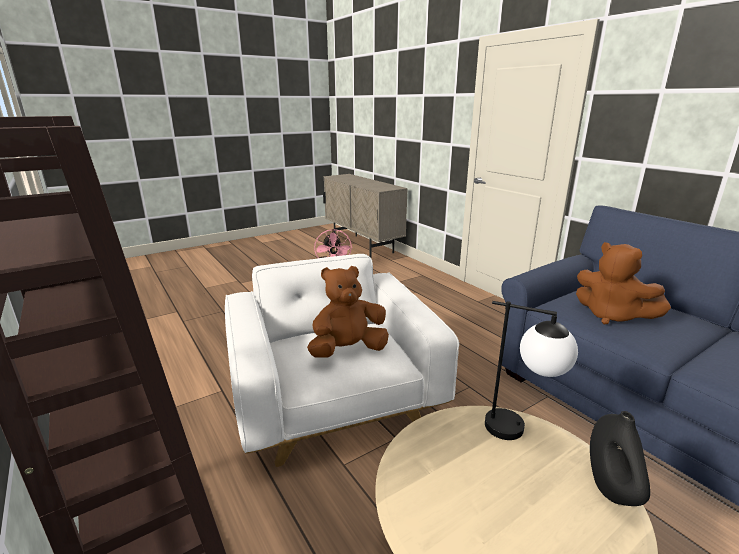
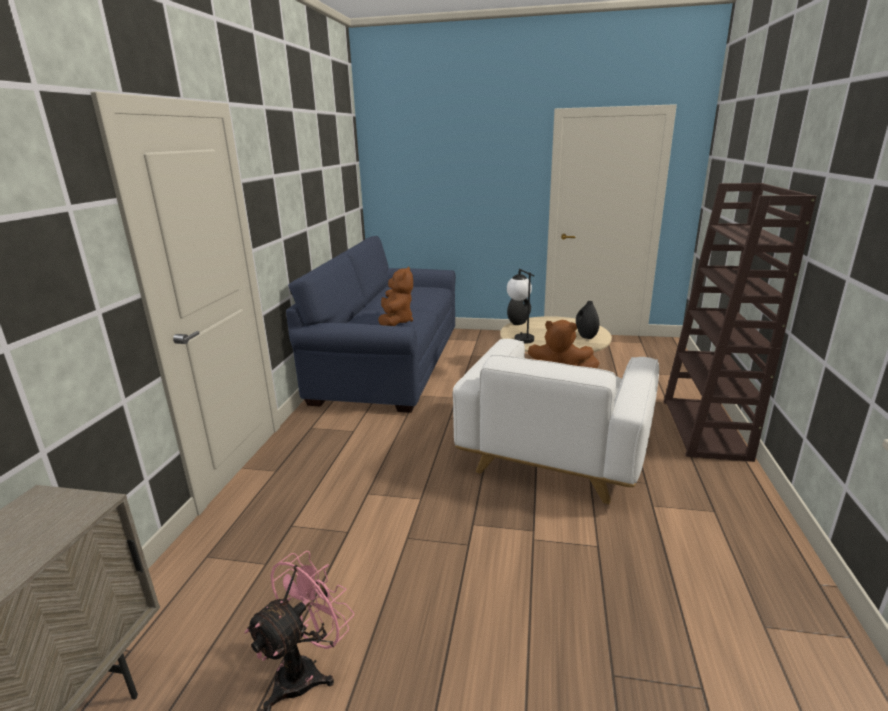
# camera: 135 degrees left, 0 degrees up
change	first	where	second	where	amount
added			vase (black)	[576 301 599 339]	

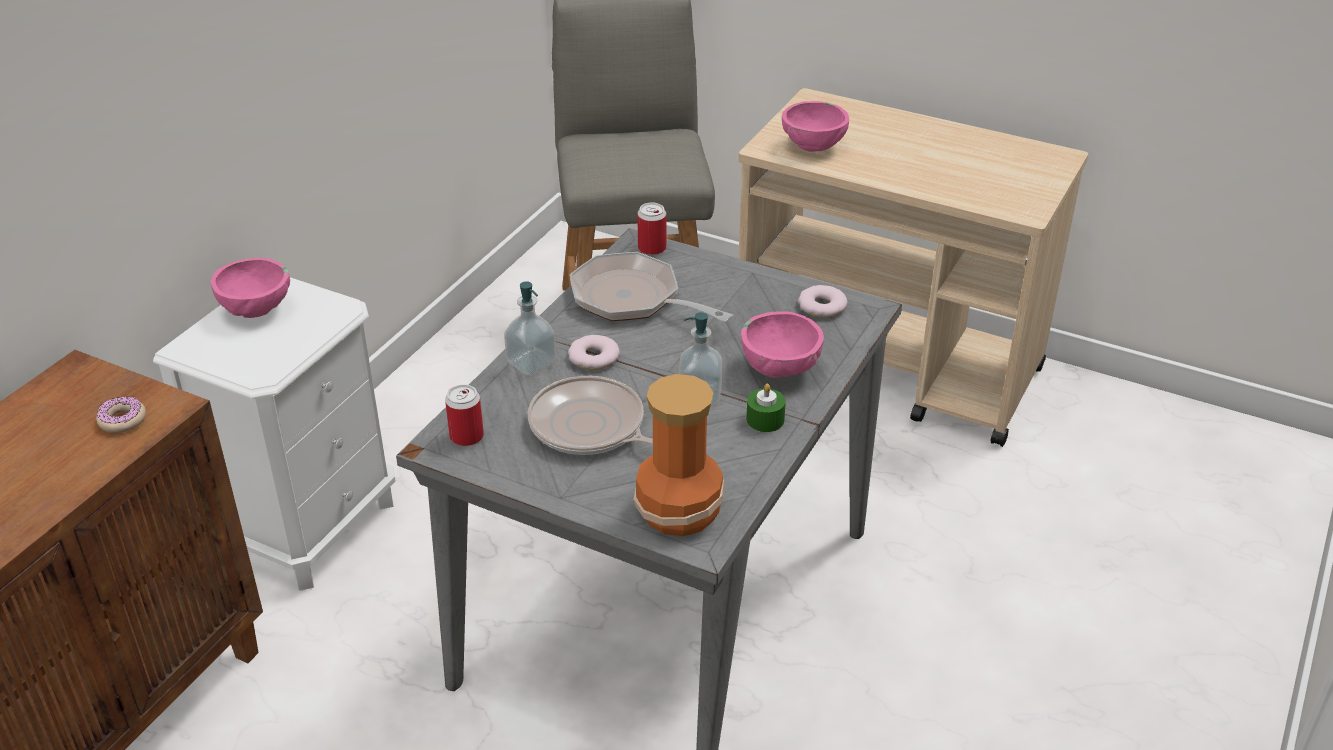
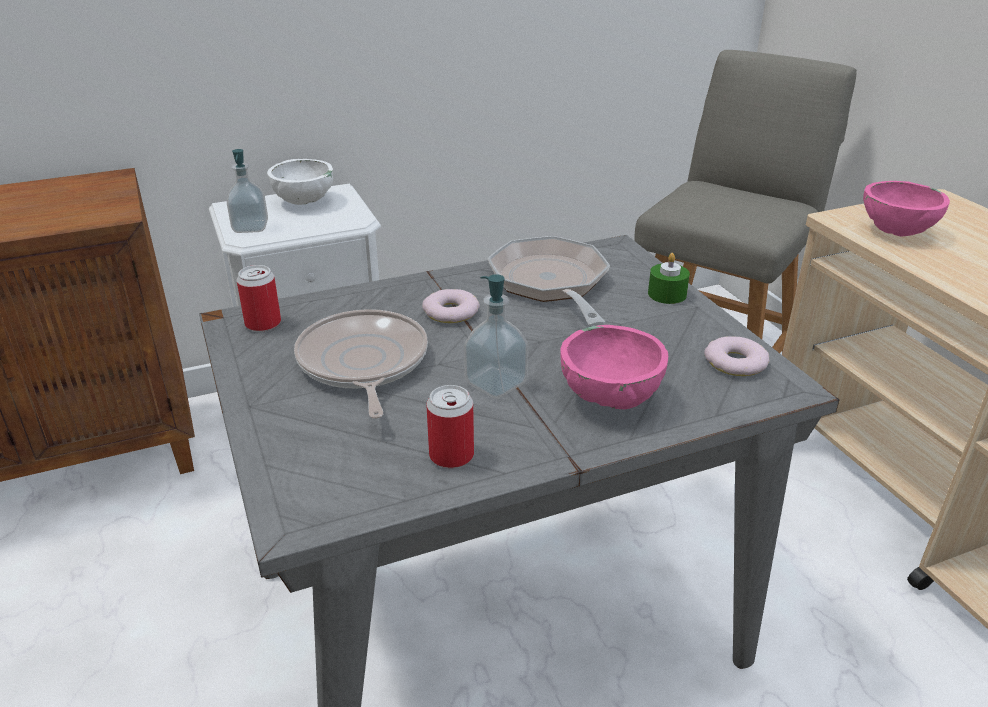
# camera: 40 degrees right, 5 degrees down
change	first	where	second	where	amount
removed	donut	[96 396 146 433]			
removed	vase	[634 374 725 536]			
moved	soap dispenser	[504 281 556 376]		[227 149 268 233]	
moved	can	[637 202 666 255]		[426 385 474 468]	
moved	candle (green)	[746 384 786 432]		[648 253 690 304]	
recoloured	bowl (pink)	[210 258 290 318]	bowl (white)	[267 159 333 205]	

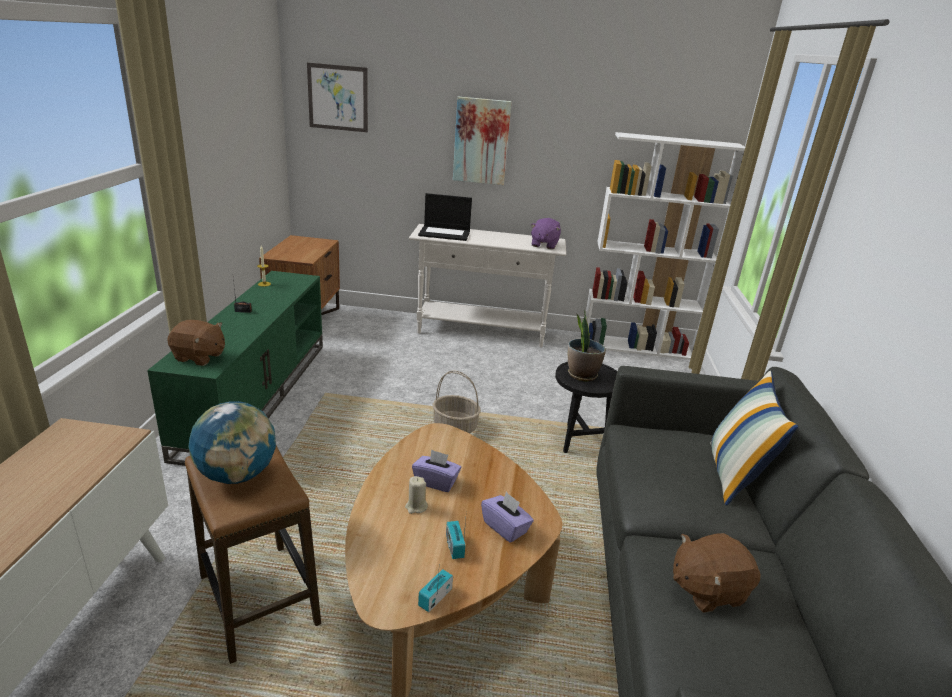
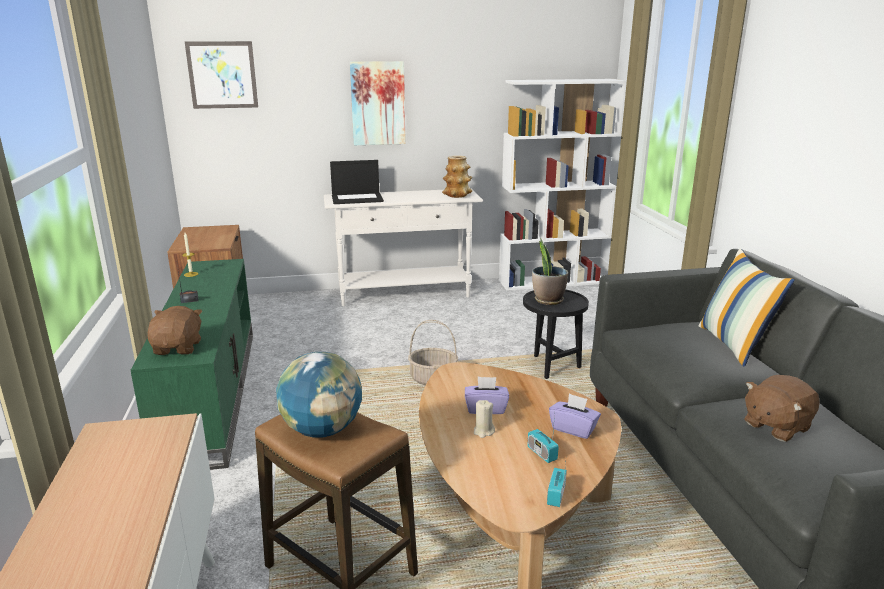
# camera: 15 degrees left, 5 degrees down
change	first	where	second	where	amount
replaced	plush toy (purple)	[531 218 561 249]	vase	[442 155 472 198]	
turned	plush toy (brown)	[167 320 225 366]		[148 306 202 355]	90 degrees counterclockwise

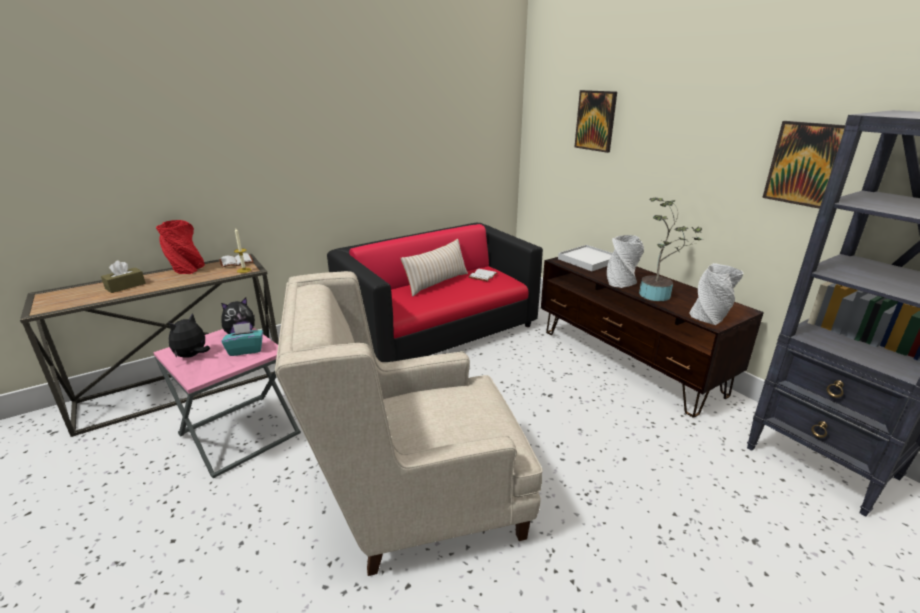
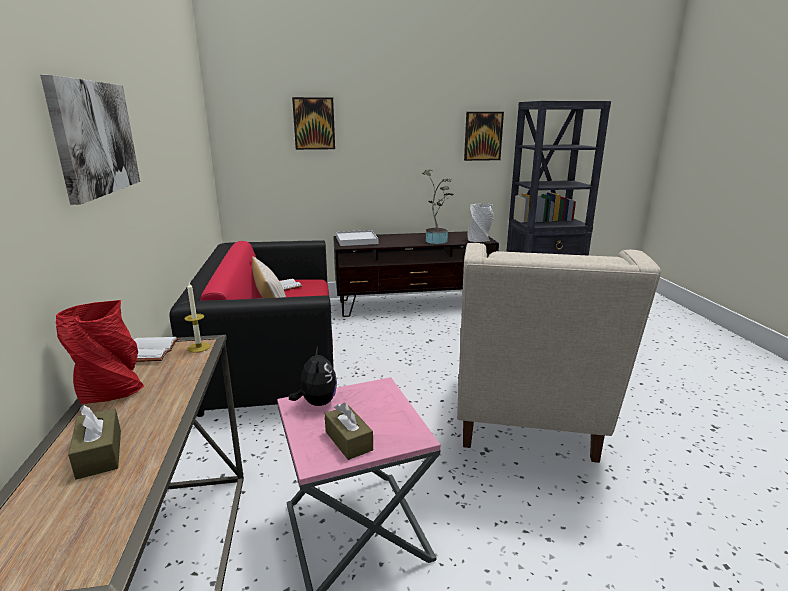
# camera: 65 degrees left, 5 degrees down
change	first	where	second	where	amount
removed	tissue box (turquoise)	[222 323 263 356]			
removed	vase (grey)	[607 235 644 288]			
added			picture	[40 75 140 205]	
replaced	plush toy	[168 313 210 358]	tissue box (brown)	[325 403 373 460]	

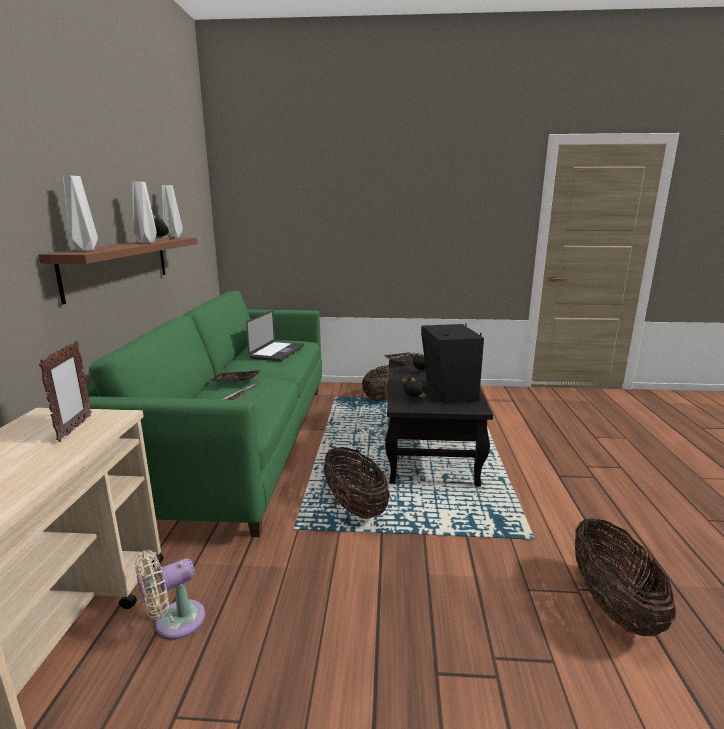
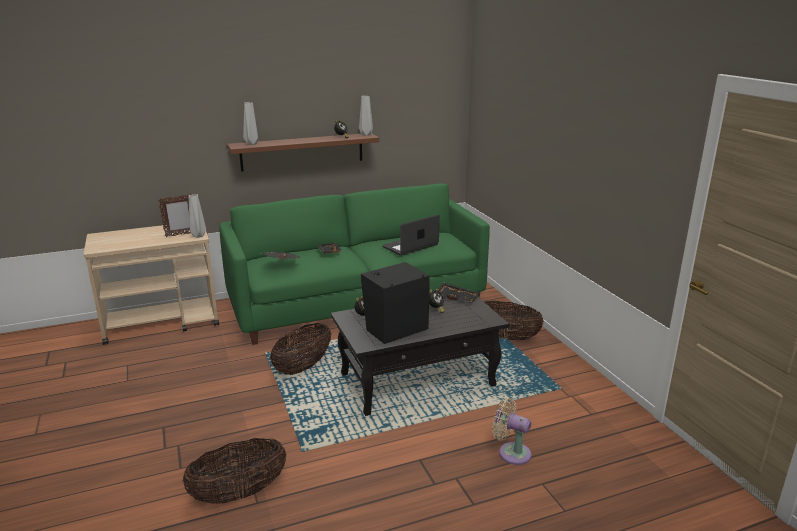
# camera: 65 degrees right, 5 degrees up
change	first	where	second	where	amount
moved	vase (grey)	[132 182 157 243]		[189 194 206 238]	
moved	fan (beige)	[135 550 205 640]		[492 398 531 465]	
turned	laptop	[246 310 304 361]		[383 214 440 256]	150 degrees clockwise

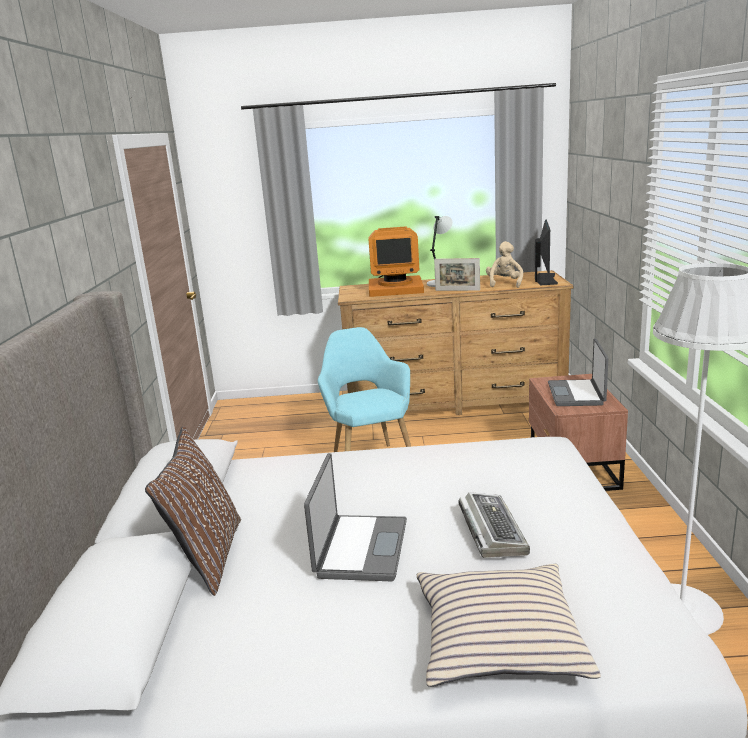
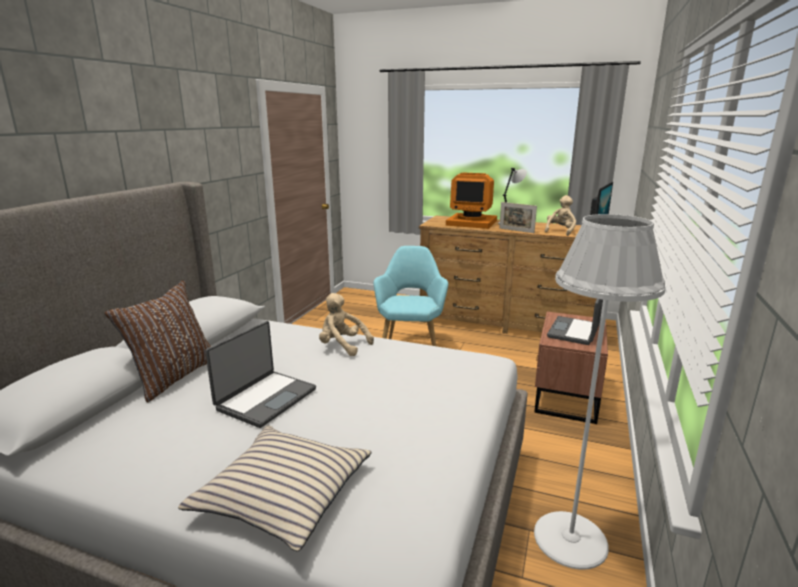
# camera: 20 degrees right, 0 degrees up
change	first	where	second	where	amount
removed	keyboard	[458 492 530 558]			
added			plush toy (beige)	[319 293 374 356]	

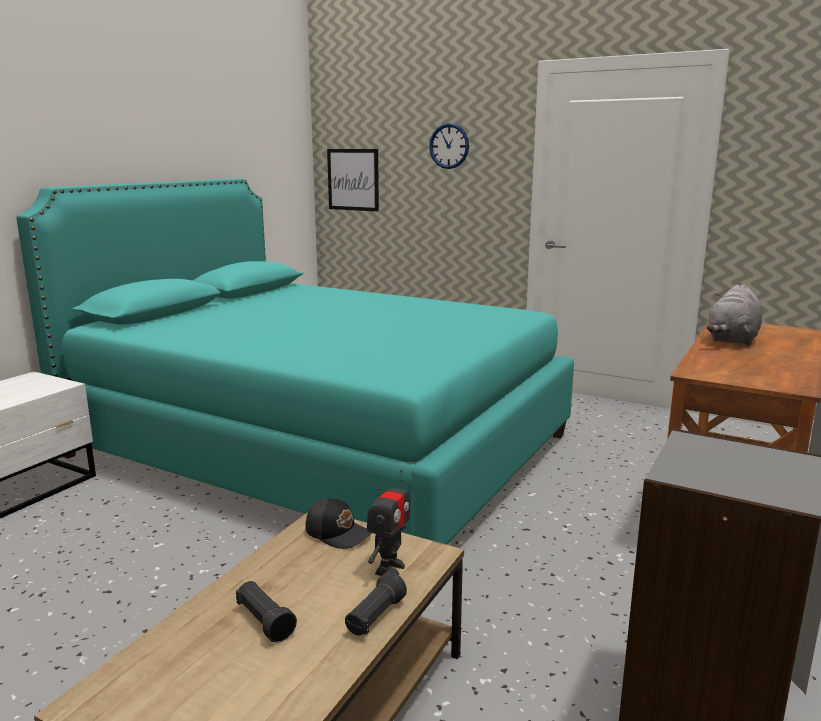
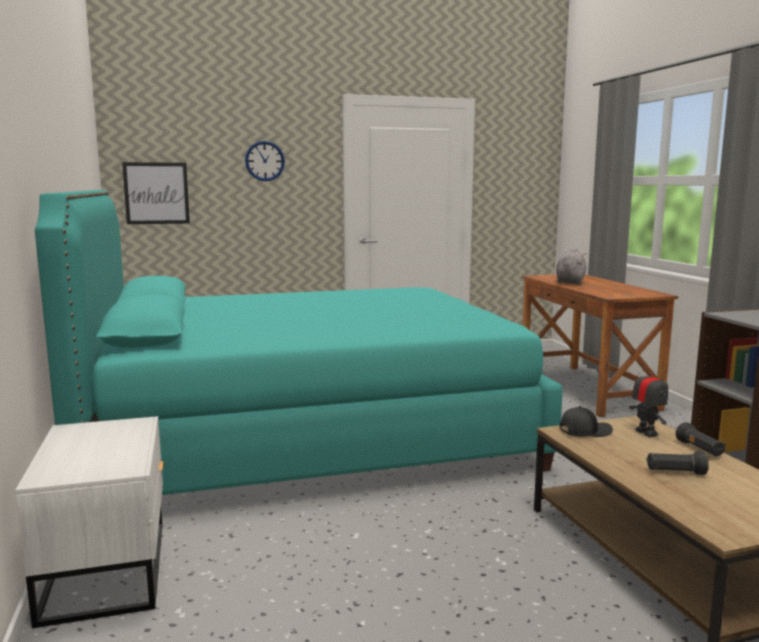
# camera: 45 degrees left, 5 degrees down
change	first	where	second	where	amount
turned	plush toy (grey)	[707 284 762 346]		[556 248 587 285]	150 degrees counterclockwise

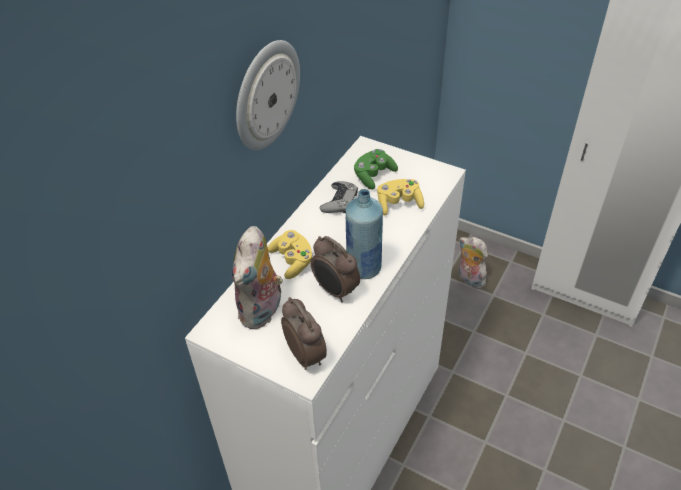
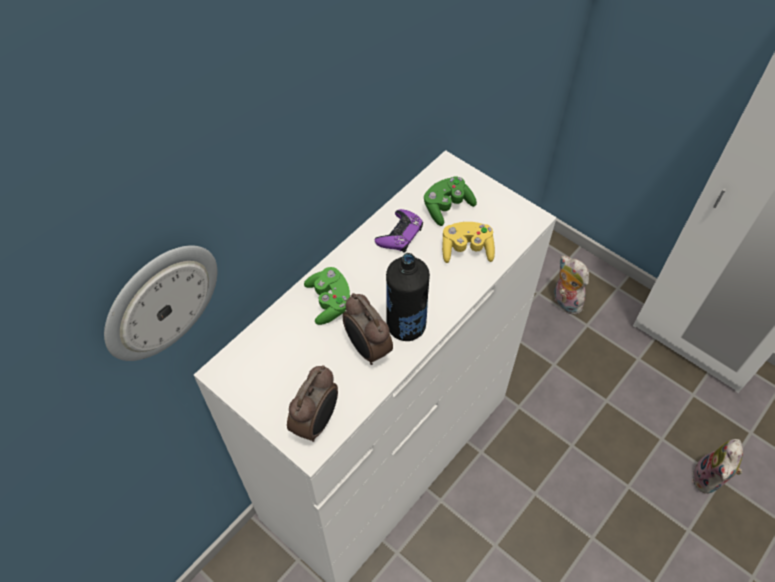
# camera: 10 degrees right, 10 degrees up
change	first	where	second	where	amount
moved	plush toy	[232 226 283 329]		[692 439 743 494]	
moved	wall clock	[236 40 300 150]		[104 245 217 361]	
recoloured	game controller (yellow)	[268 230 313 279]	game controller (green)	[304 267 350 325]	
recoloured	game controller (grey)	[319 181 358 213]	game controller (purple)	[375 209 423 253]	
recoloured	bottle (blue)	[346 189 383 279]	bottle (black)	[386 253 430 341]	
turned	alarm clock	[281 297 327 370]		[287 365 338 442]	45 degrees clockwise

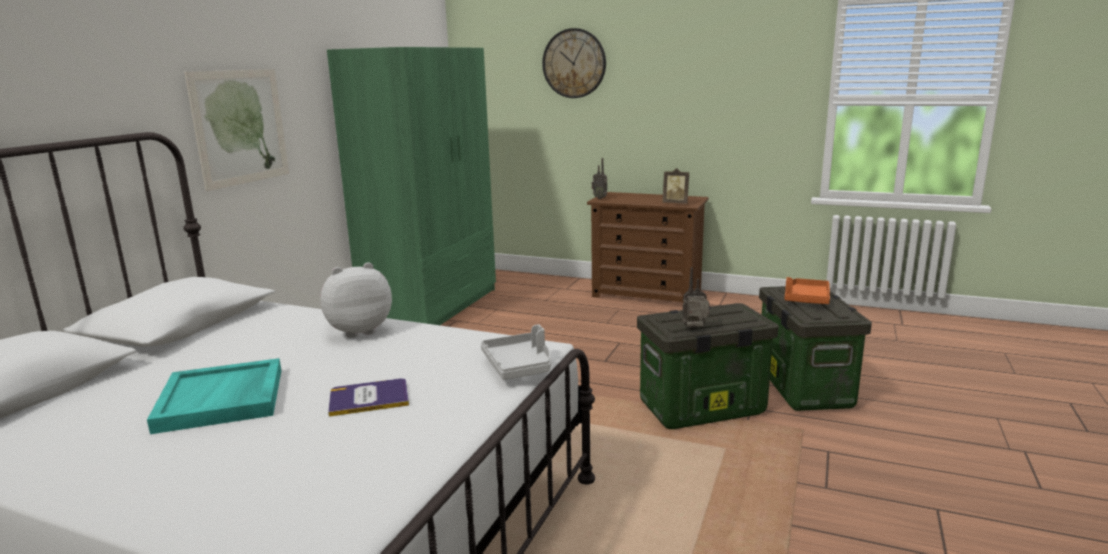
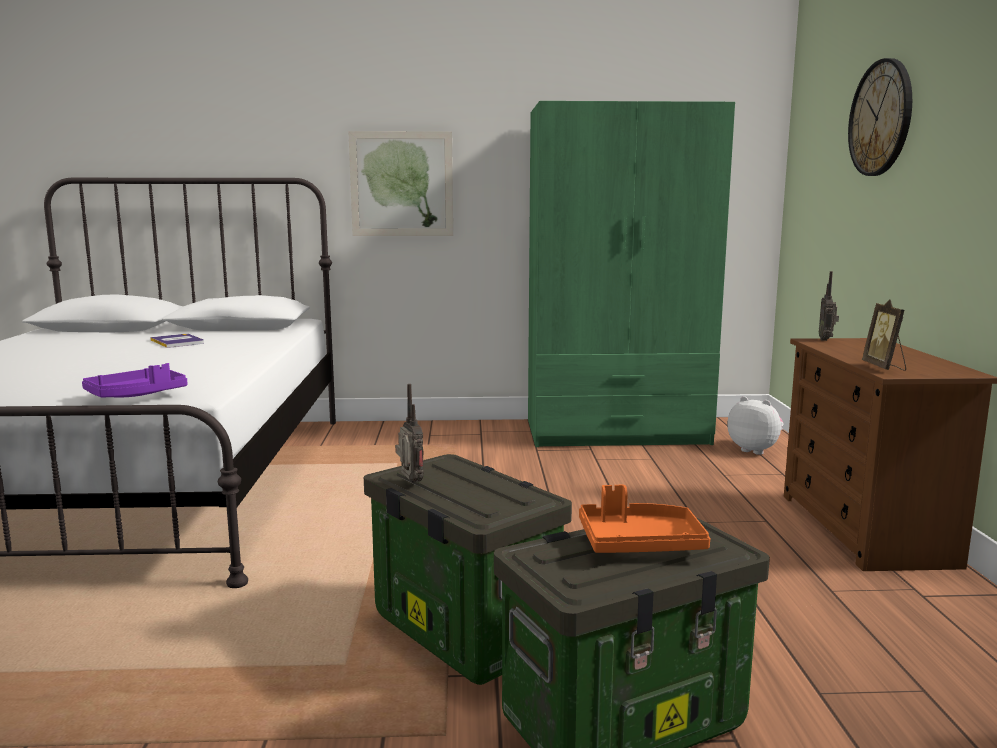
# camera: 65 degrees right, 5 degrees down
change	first	where	second	where	amount
removed	tray (turquoise)	[147 358 281 434]			
moved	plush toy	[320 262 392 338]		[727 396 784 455]	
moved	book	[328 379 409 417]		[150 334 204 348]	
recoloured	tray (grey)	[481 324 551 380]	tray (purple)	[82 363 187 398]	

